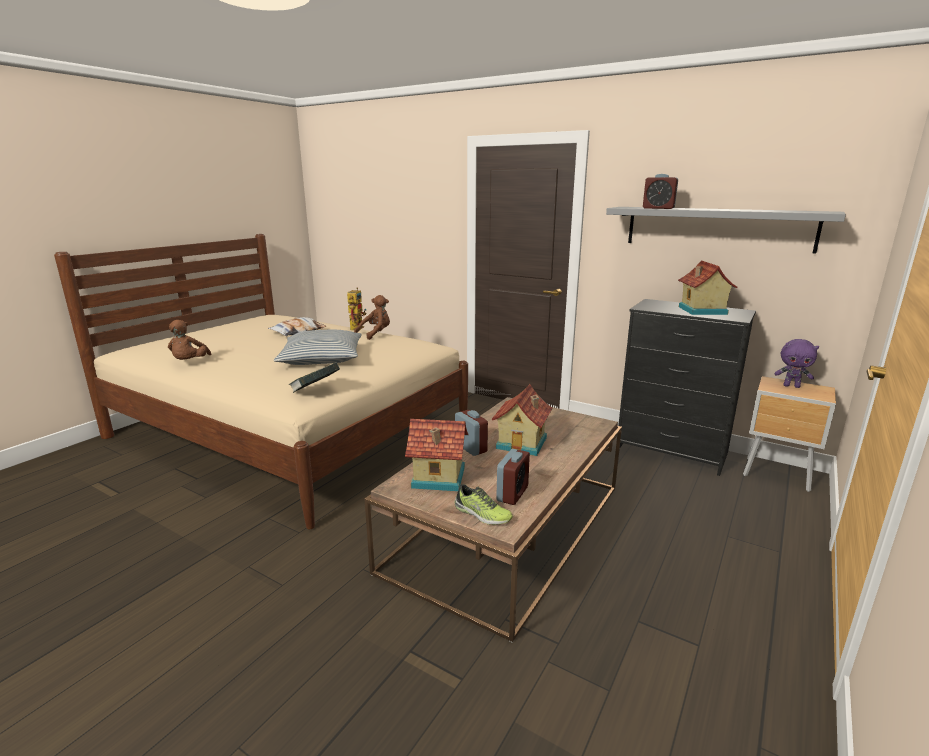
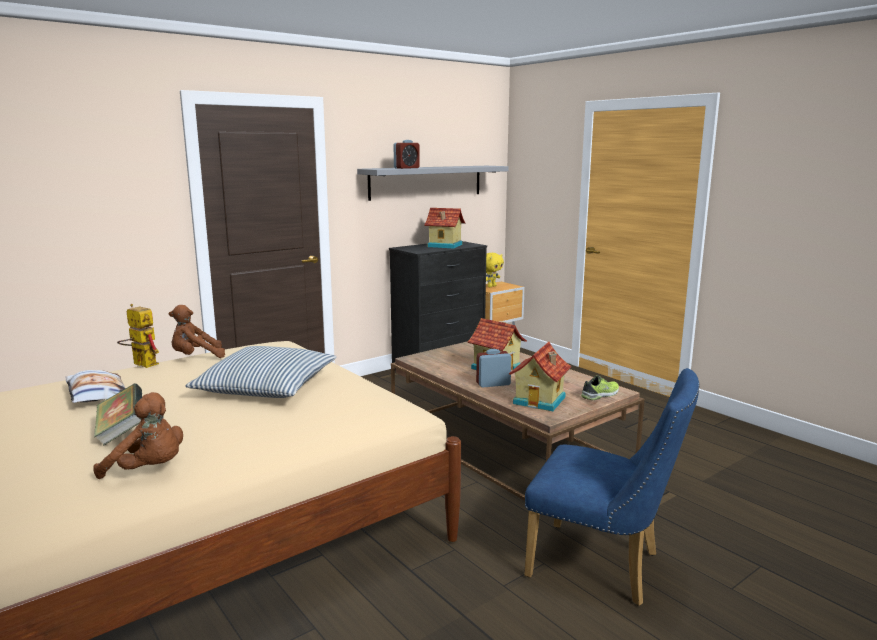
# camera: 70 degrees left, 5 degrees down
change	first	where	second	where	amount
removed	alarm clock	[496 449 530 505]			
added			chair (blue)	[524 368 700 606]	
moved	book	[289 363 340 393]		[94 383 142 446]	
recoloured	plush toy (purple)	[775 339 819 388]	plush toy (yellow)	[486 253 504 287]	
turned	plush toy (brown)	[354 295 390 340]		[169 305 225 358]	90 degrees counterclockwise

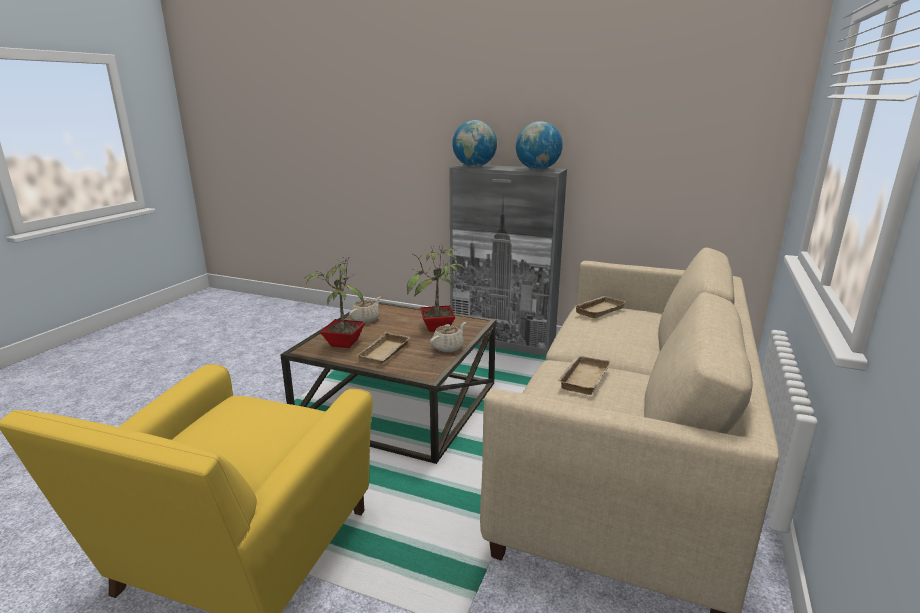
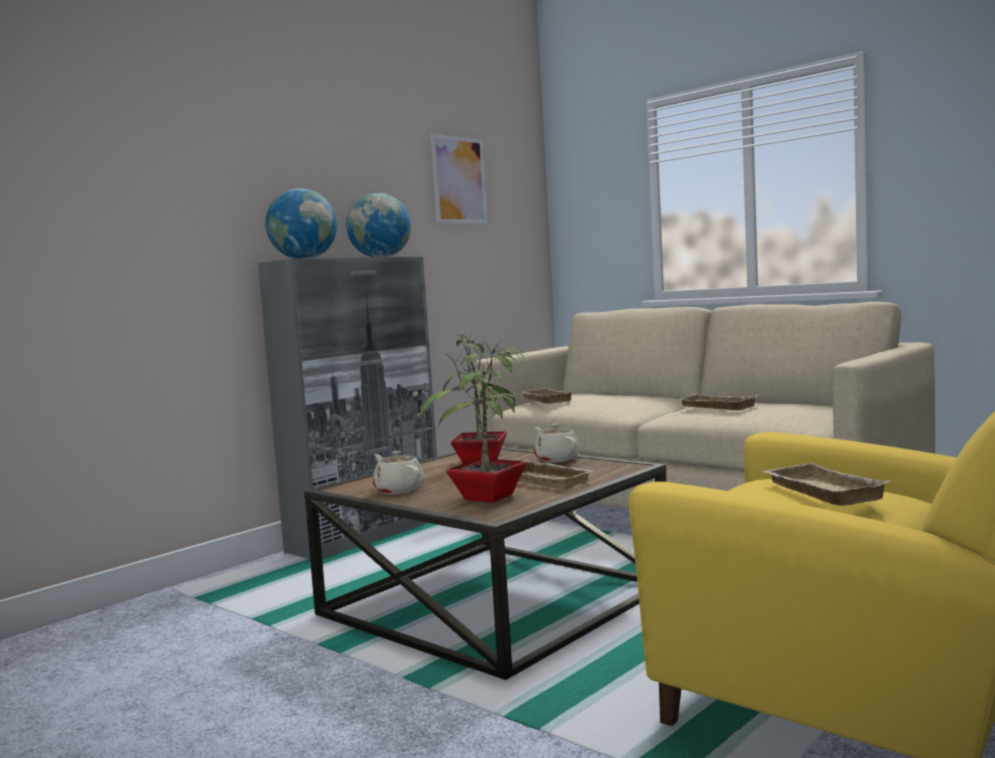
# camera: 70 degrees left, 15 degrees down
change	first	where	second	where	amount
added			picture	[431 134 487 224]	
added			tray (beige)	[762 463 890 506]	

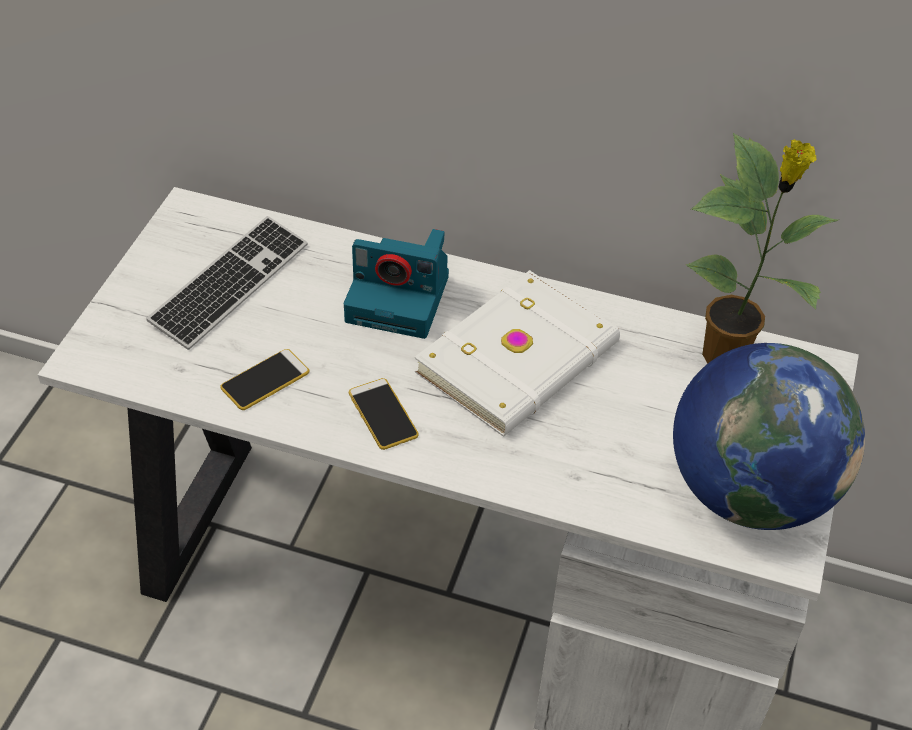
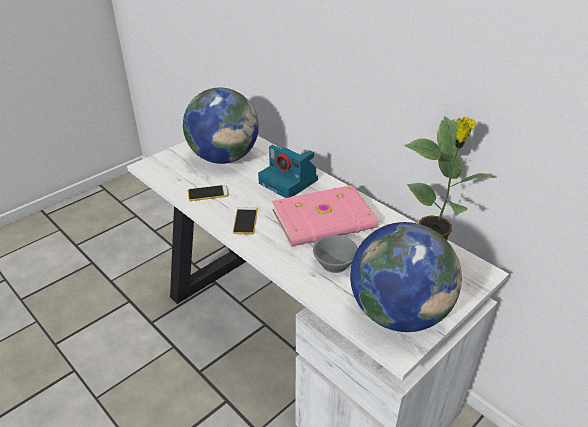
# camera: 30 degrees right, 10 degrees down
change	first	where	second	where	amount
added			cup (grey)	[313 235 358 273]	
replaced	keyboard	[146 216 308 350]	globe	[183 88 259 164]	
recoloured	book (white)	[415 270 620 437]	book (pink)	[272 185 378 247]	

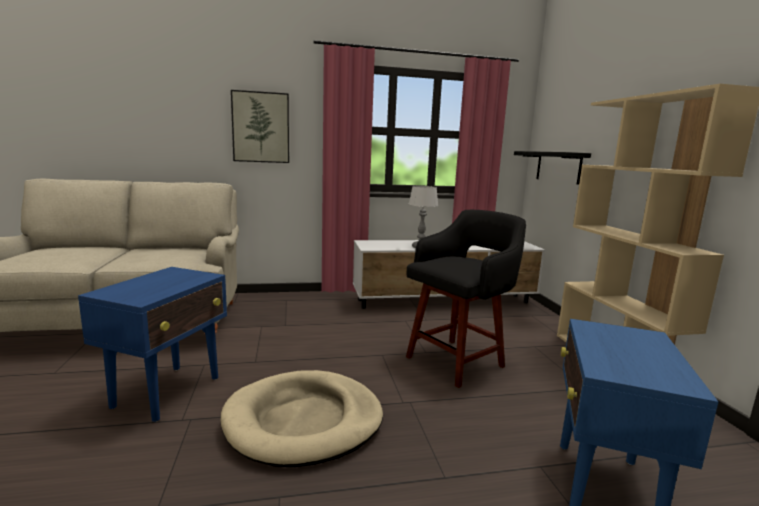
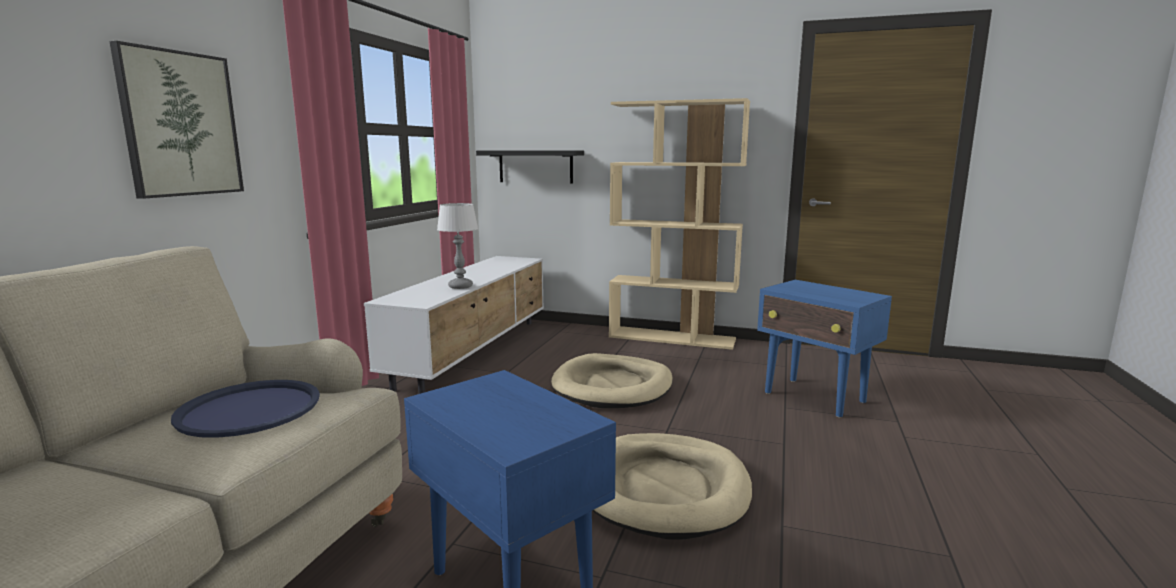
# camera: 60 degrees left, 0 degrees up
change	first	where	second	where	amount
added			tray (blue)	[171 380 320 438]	
replaced	stool (black)	[406 210 526 388]	dog bed (beige)	[551 353 673 408]	

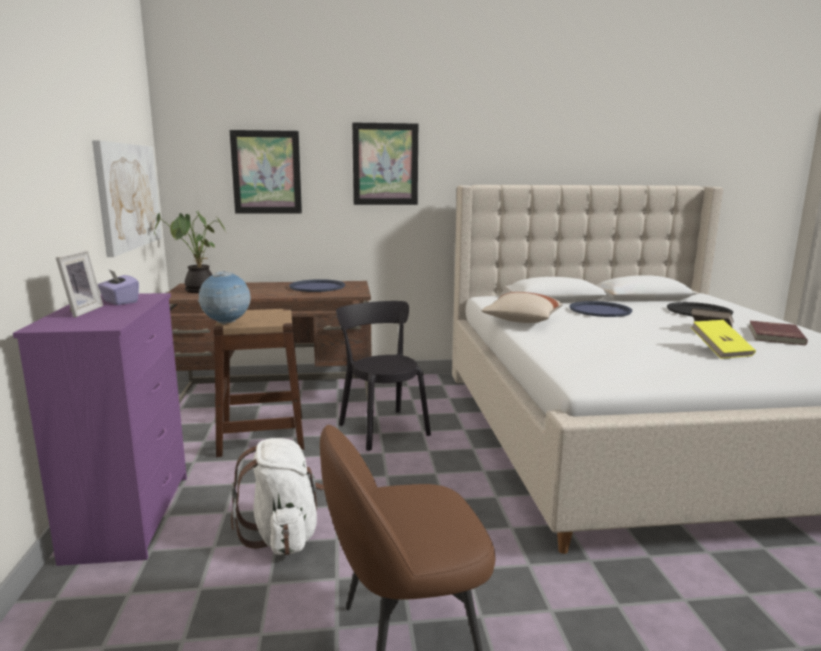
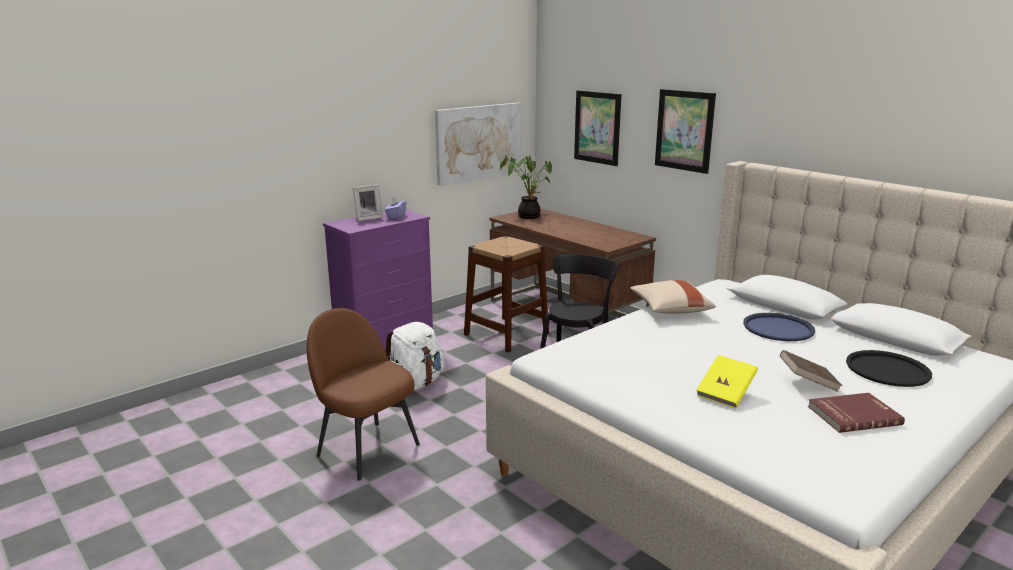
# camera: 55 degrees right, 5 degrees up
change	first	where	second	where	amount
removed	globe	[198 271 251 324]			
removed	tray (blue)	[289 279 345 292]			

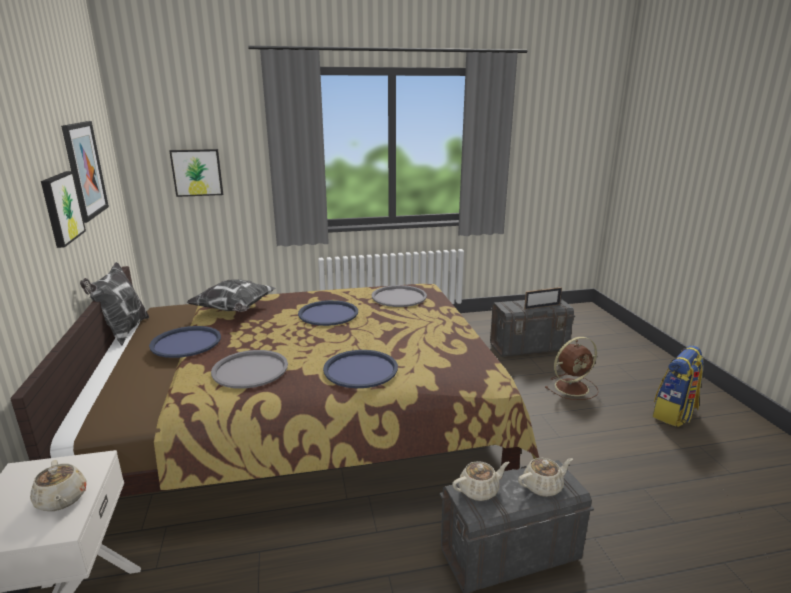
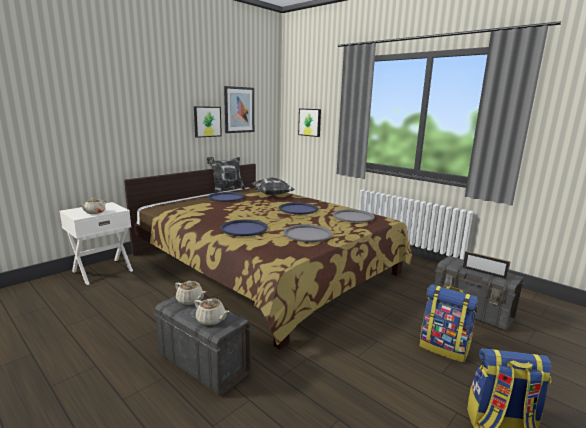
# camera: 55 degrees right, 5 degrees down
change	first	where	second	where	amount
moved	tray (grey)	[211 350 288 389]		[283 224 332 242]	
replaced	fan (brown)	[545 337 599 400]	backpack	[419 284 478 363]	

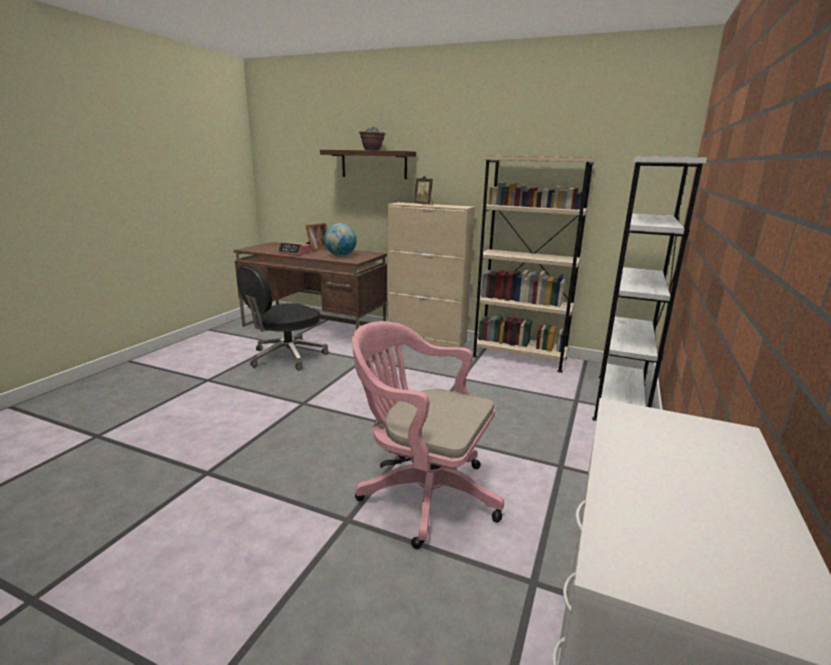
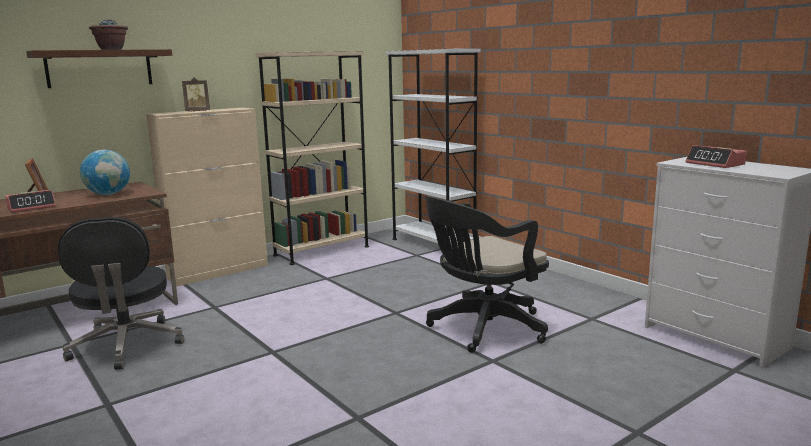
# camera: 60 degrees left, 5 degrees down
change	first	where	second	where	amount
added			alarm clock	[686 145 747 168]	
recoloured	office chair (pink)	[352 321 504 549]	office chair (black)	[426 196 549 353]	

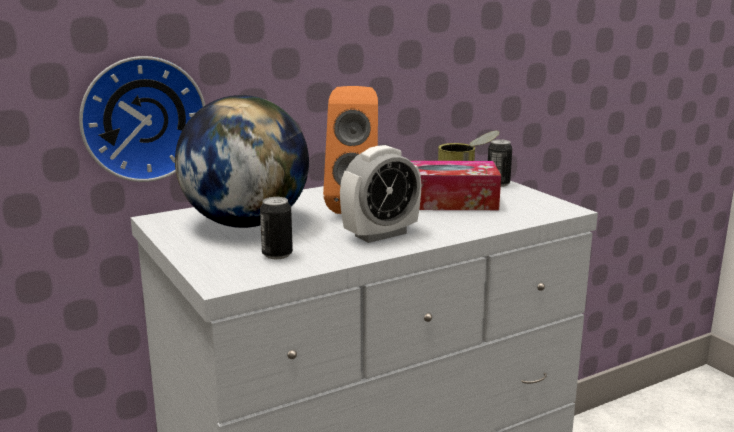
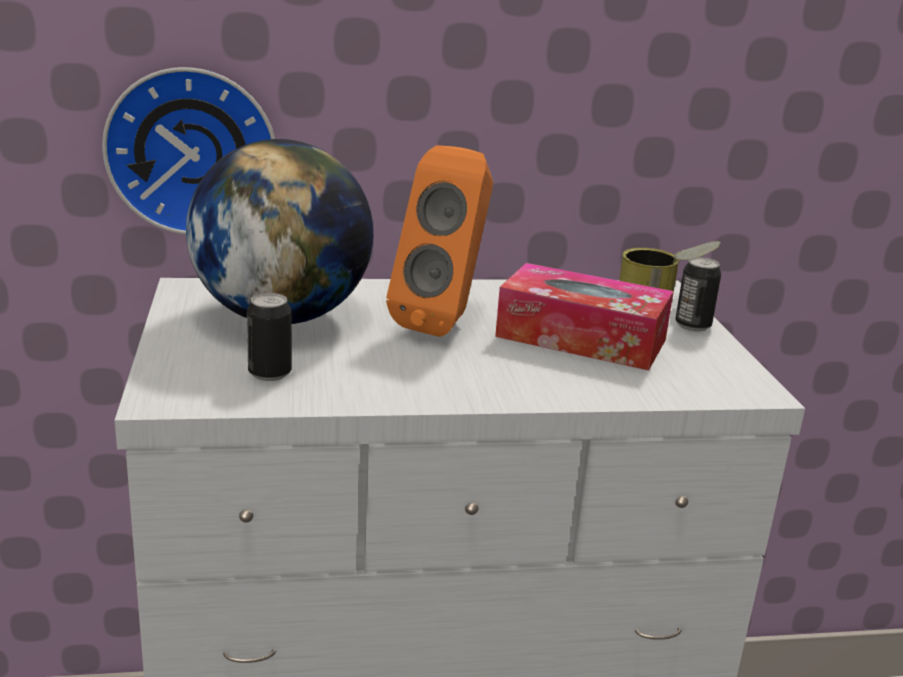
# camera: 20 degrees right, 5 degrees up
change	first	where	second	where	amount
removed	alarm clock	[340 145 421 243]			

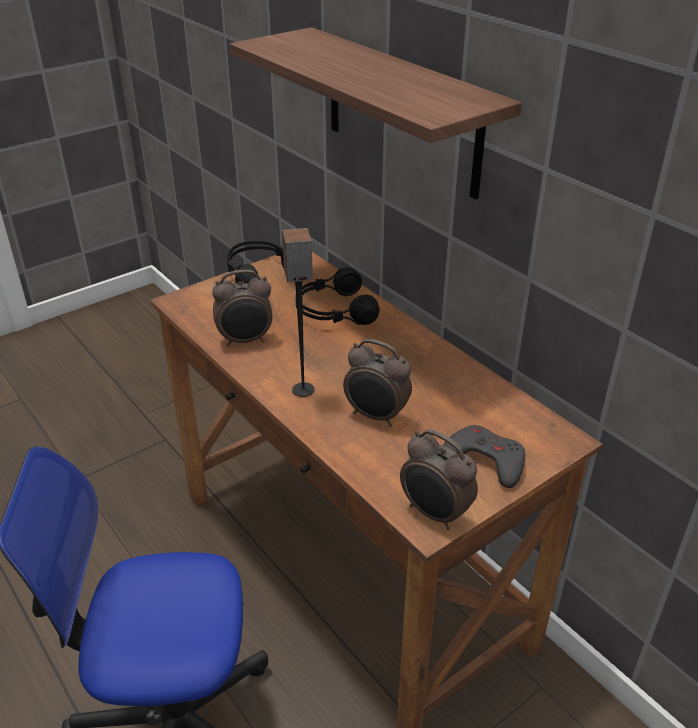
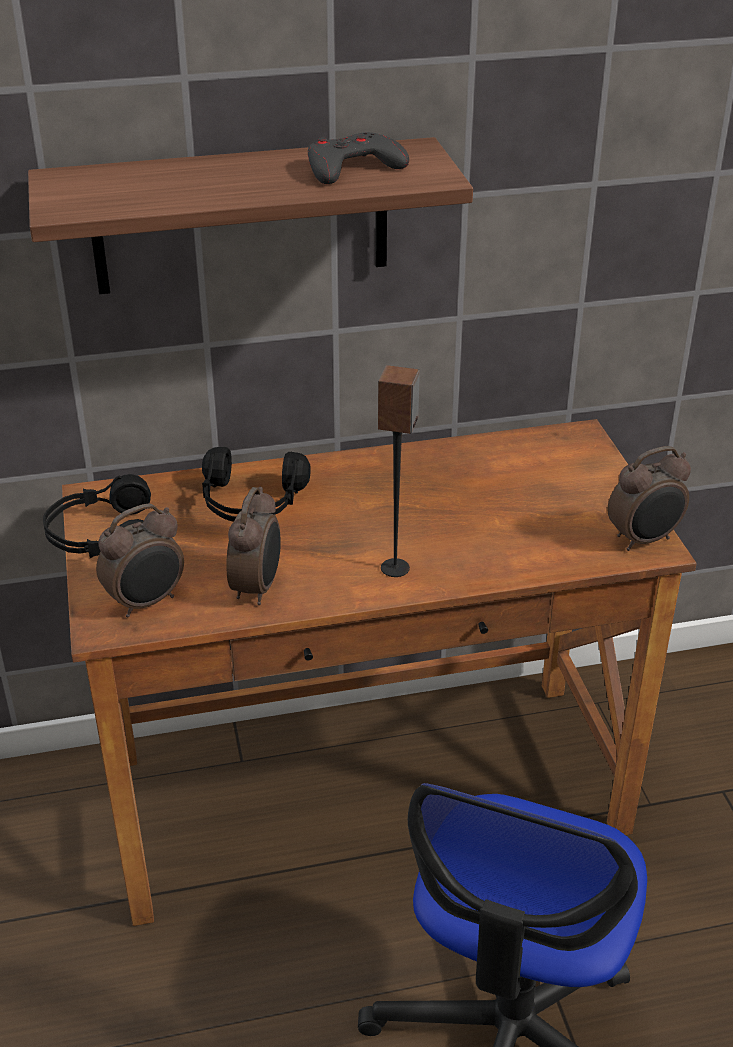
# camera: 65 degrees left, 0 degrees up
change	first	where	second	where	amount
moved	alarm clock	[343 339 412 427]		[96 503 184 618]	
moved	game controller (grey)	[443 425 525 488]		[308 132 409 184]	

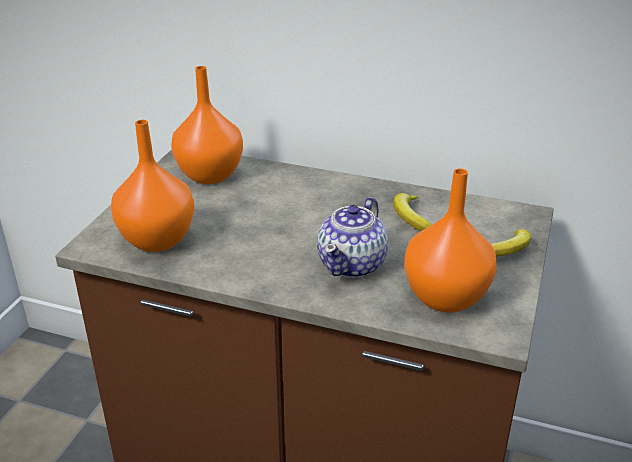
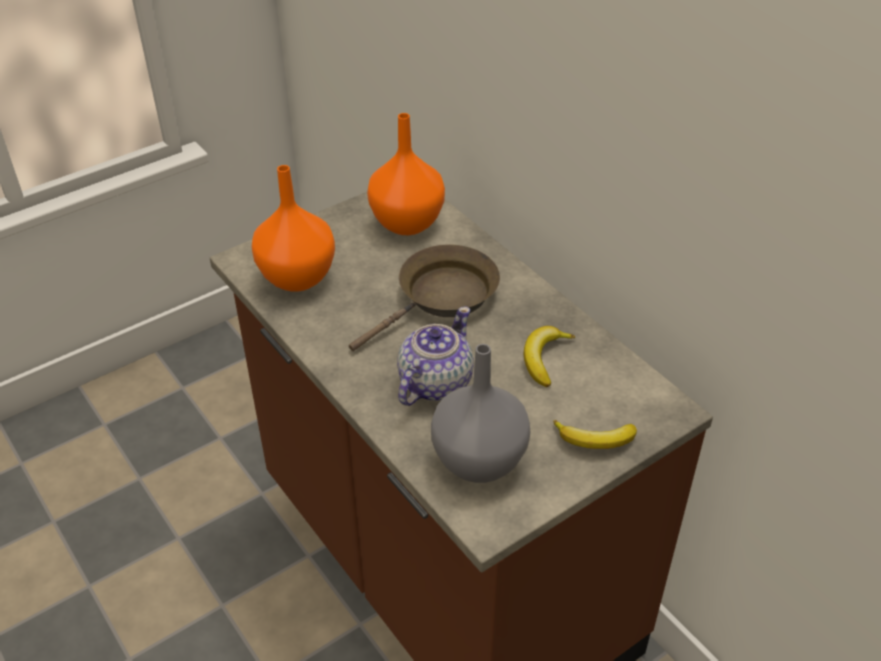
# camera: 35 degrees right, 10 degrees up
change	first	where	second	where	amount
added			frying pan (brown)	[349 244 500 351]	
recoloured	vase (orange)	[404 169 497 313]	vase (grey)	[431 344 530 483]	
turned	teapot	[317 197 388 278]		[397 307 474 406]	150 degrees clockwise

